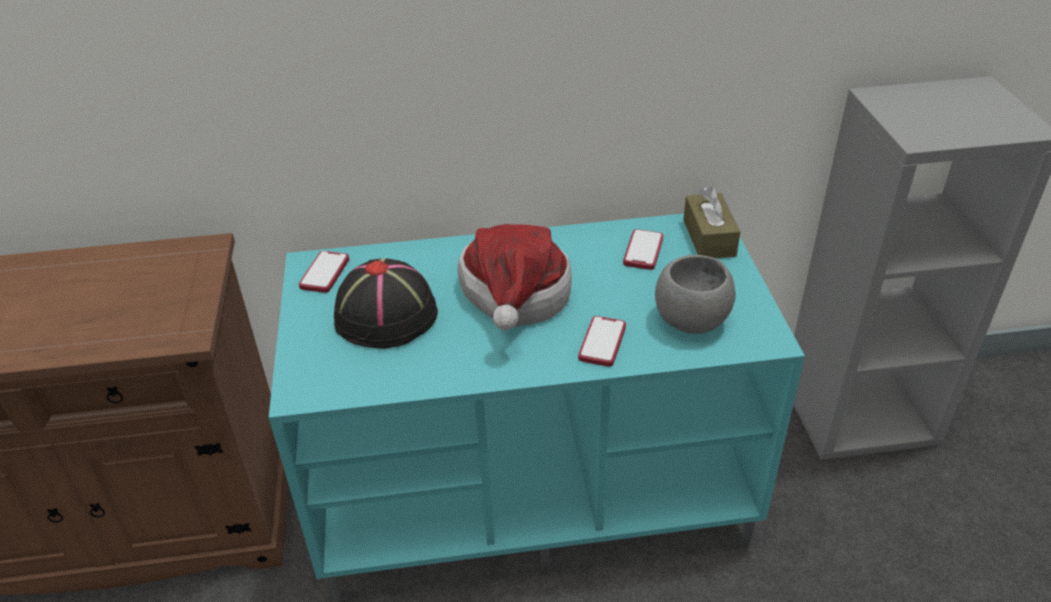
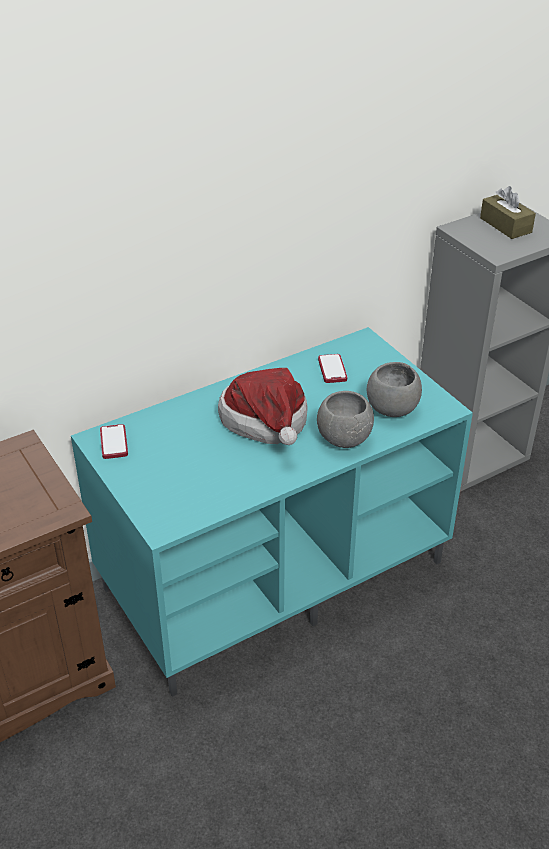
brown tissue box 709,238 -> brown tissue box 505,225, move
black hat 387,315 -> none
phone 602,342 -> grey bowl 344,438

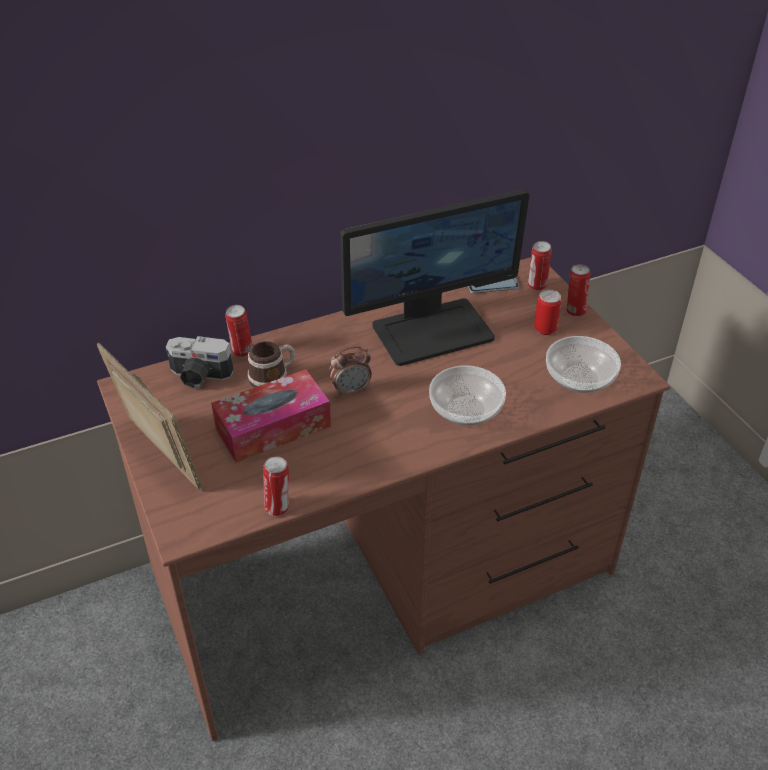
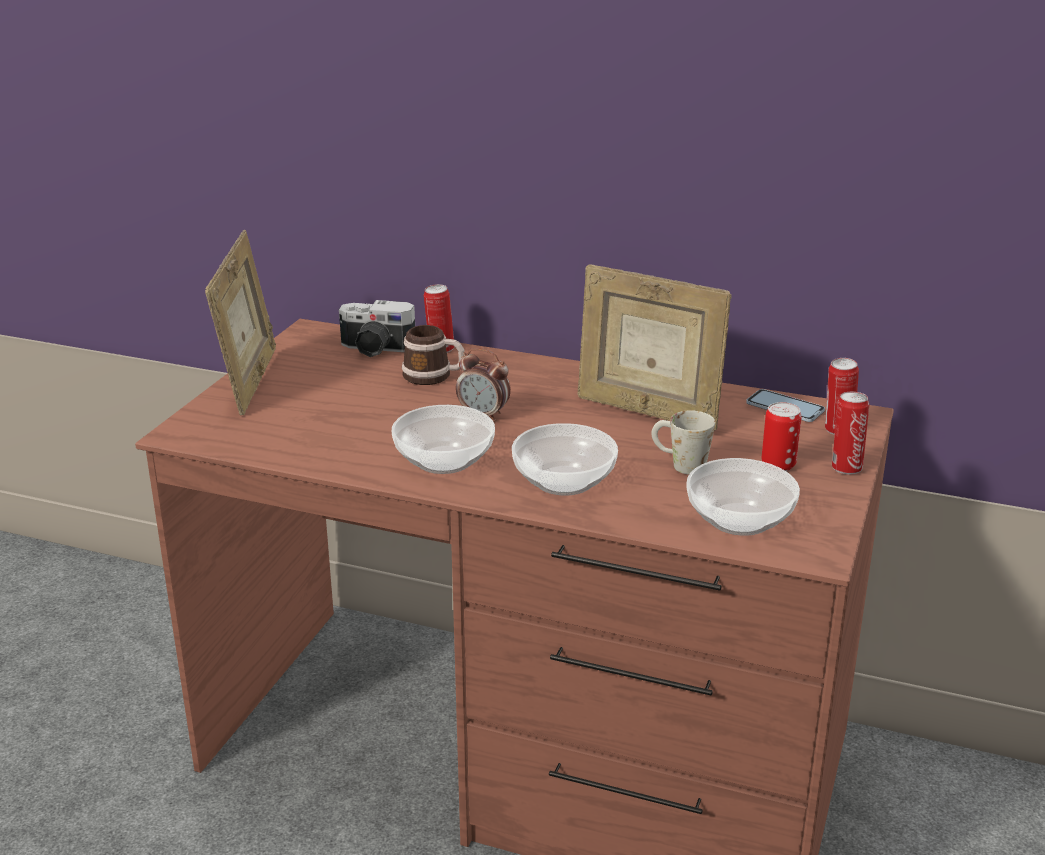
monitor 432,330 -> picture frame 647,412
photo camera 199,376 -> photo camera 375,349, 45 degrees counterclockwise
tissue box 273,427 -> none
can 278,507 -> none
none -> bowl 442,460
none -> white mug 679,464

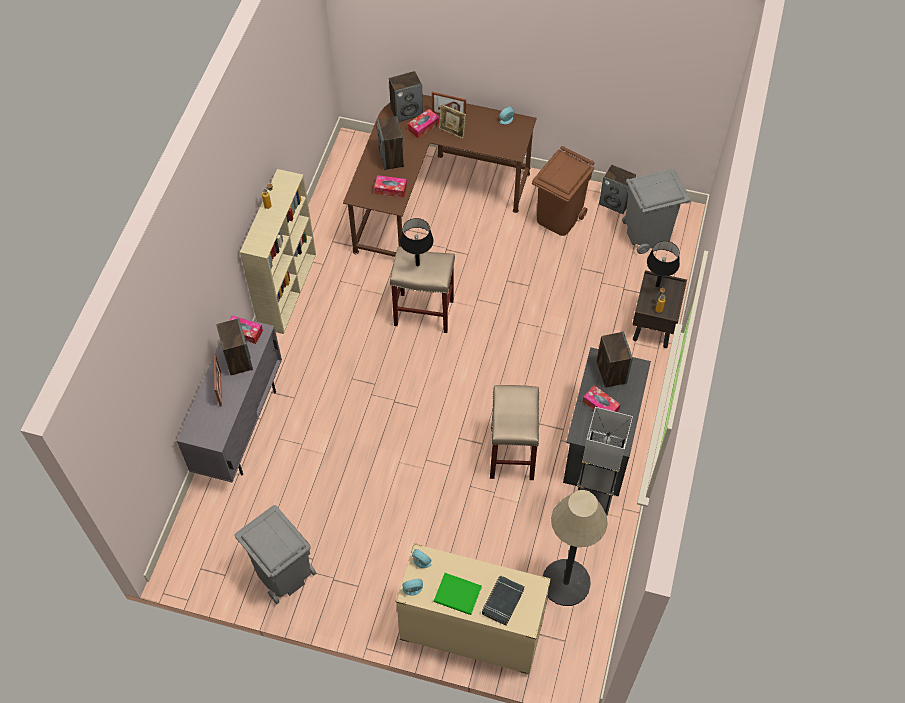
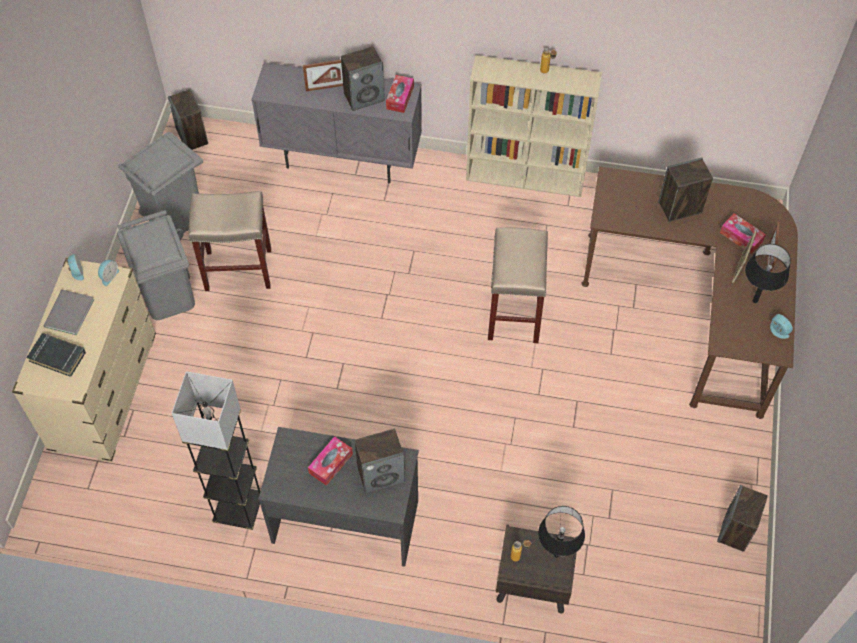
speaker 406,111 -> speaker 192,137, move
brown trash can 559,217 -> none
grey trash can 647,234 -> grey trash can 168,296, move
tissue box 390,189 -> none
black table lamp 417,264 -> black table lamp 754,301, move
beige stool 511,452 -> beige stool 239,269, move
floor lamp 565,582 -> none
green book 458,596 -> grey book 67,314

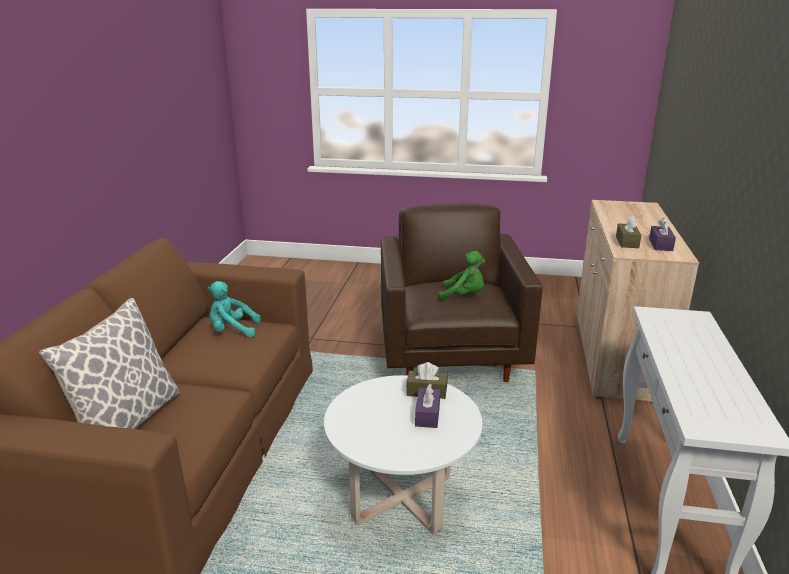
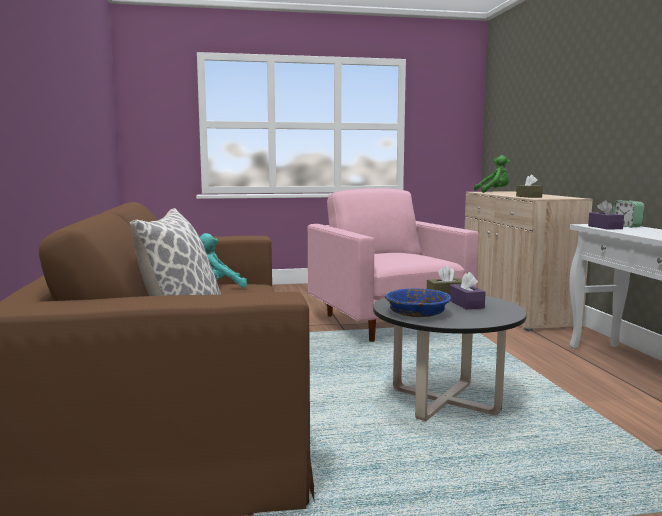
brown armchair 451,355 -> pink armchair 388,323
purple tissue box 660,245 -> purple tissue box 605,227, move
green plush toy 464,296 -> green plush toy 494,192, move
white coffee table 402,499 -> black coffee table 444,401
none -> alarm clock 626,226
none -> blue bowl 416,313

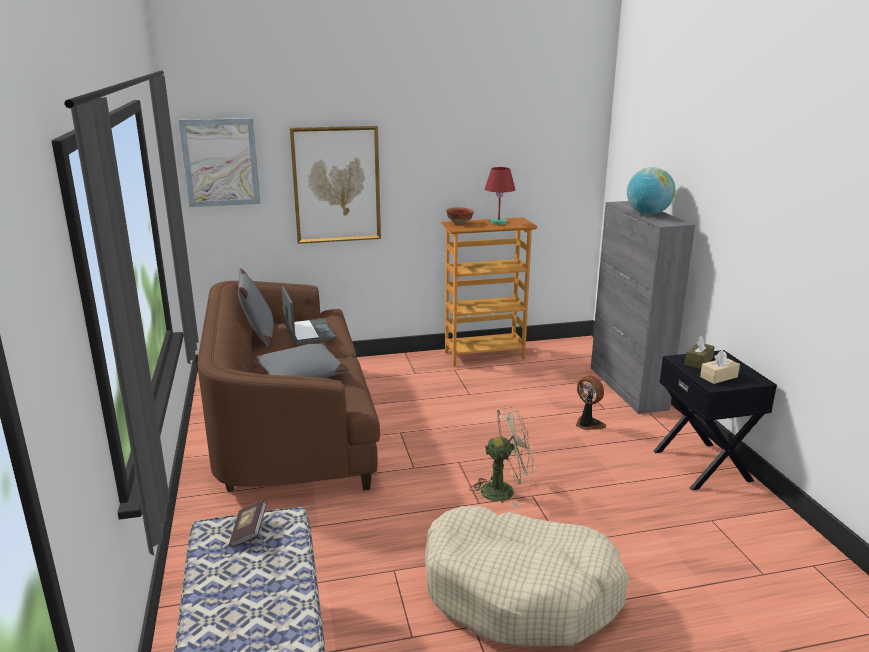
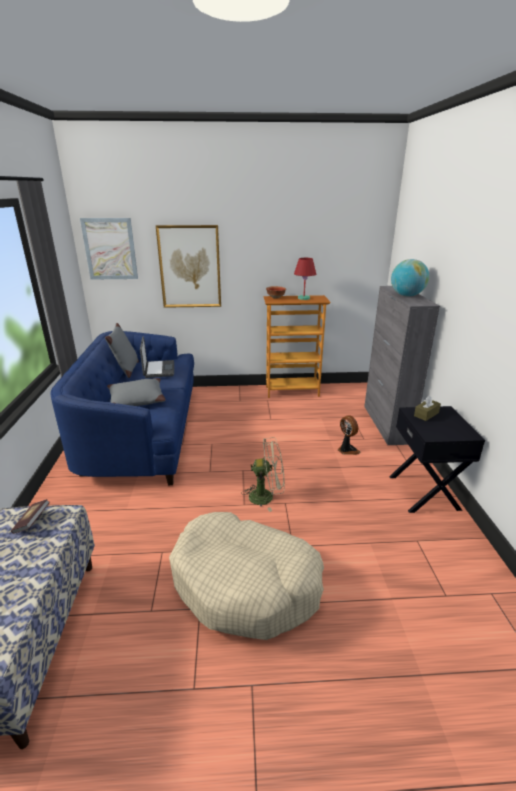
brown sofa 292,426 -> blue sofa 142,432
beige tissue box 718,377 -> none

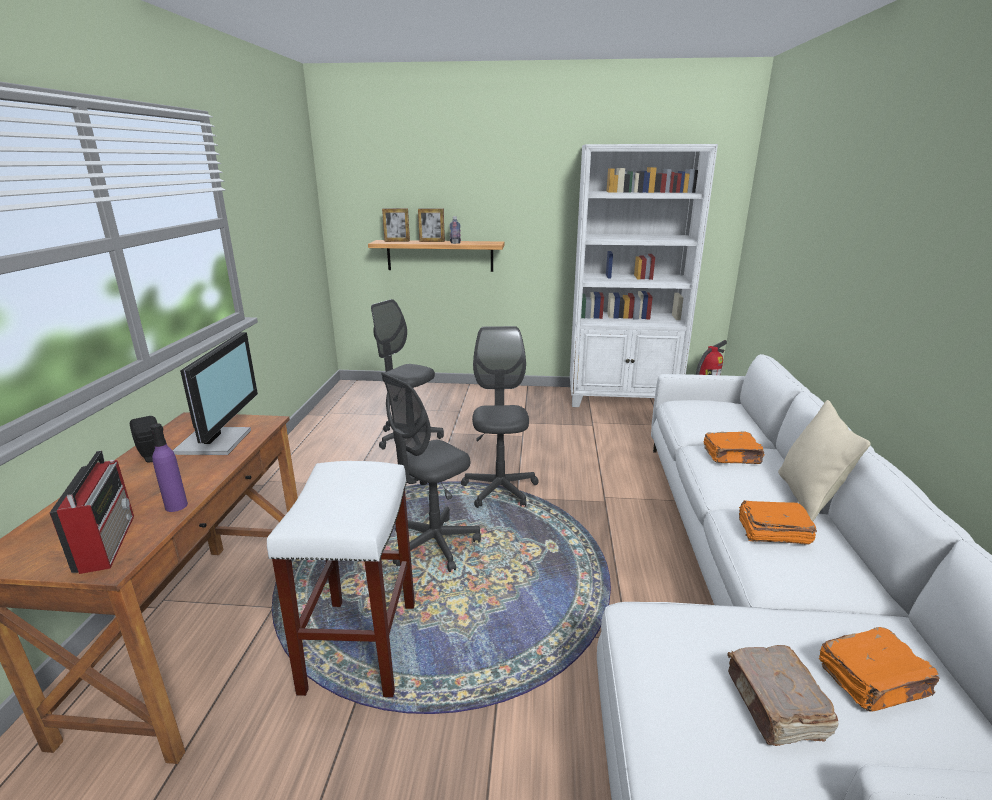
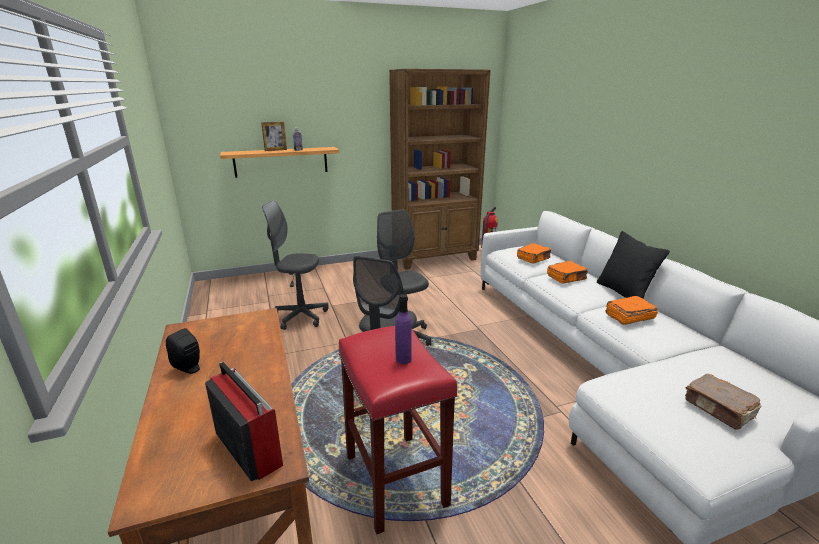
white bookcase 622,399 -> brown bookcase 435,258
picture frame 397,241 -> none
monitor 217,441 -> none
beige pillow 807,498 -> black pillow 624,294
purple bottle 176,506 -> purple bottle 403,359, move
white stool 361,647 -> red stool 396,481
orange book 873,681 -> orange book 533,259, move

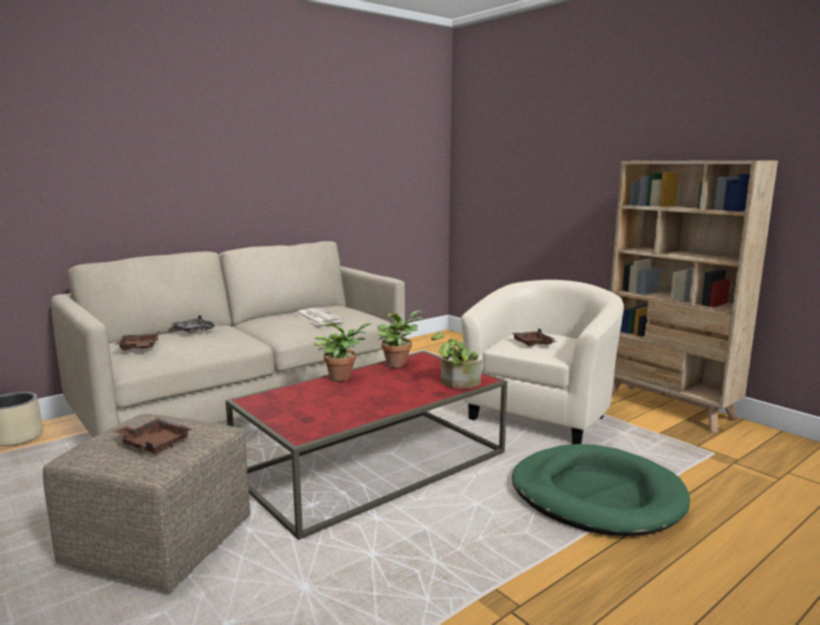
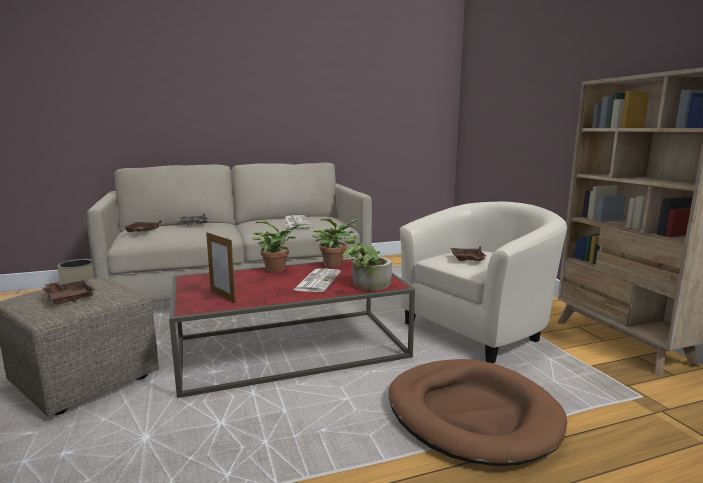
green dog bed 596,495 -> brown dog bed 471,414
none -> picture frame 222,296
none -> newspaper 317,281

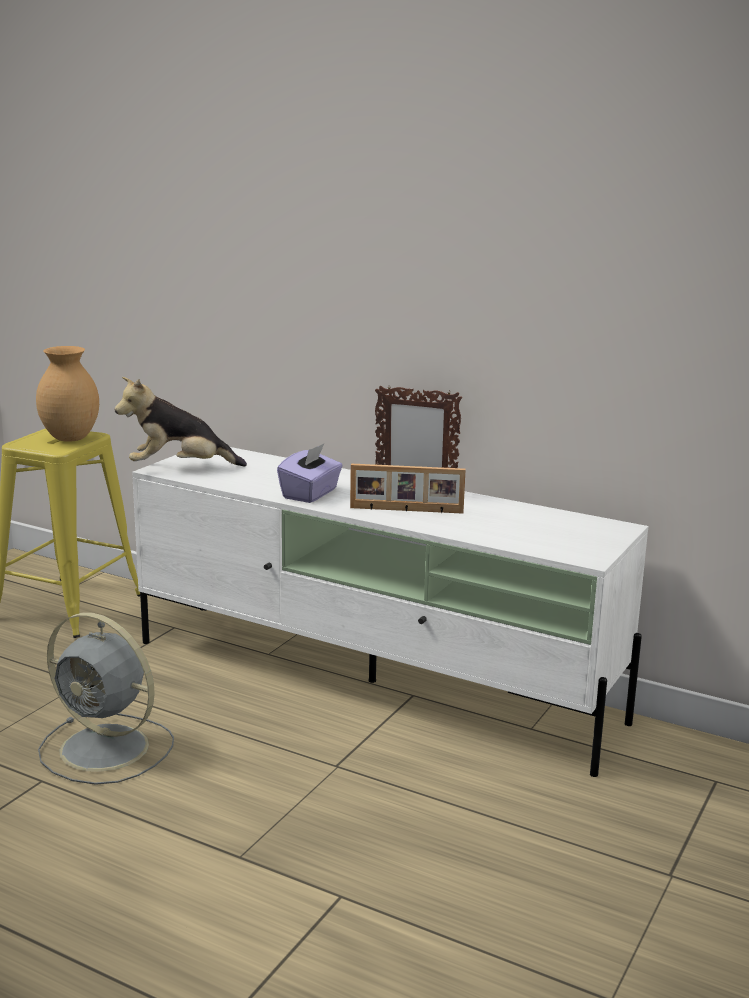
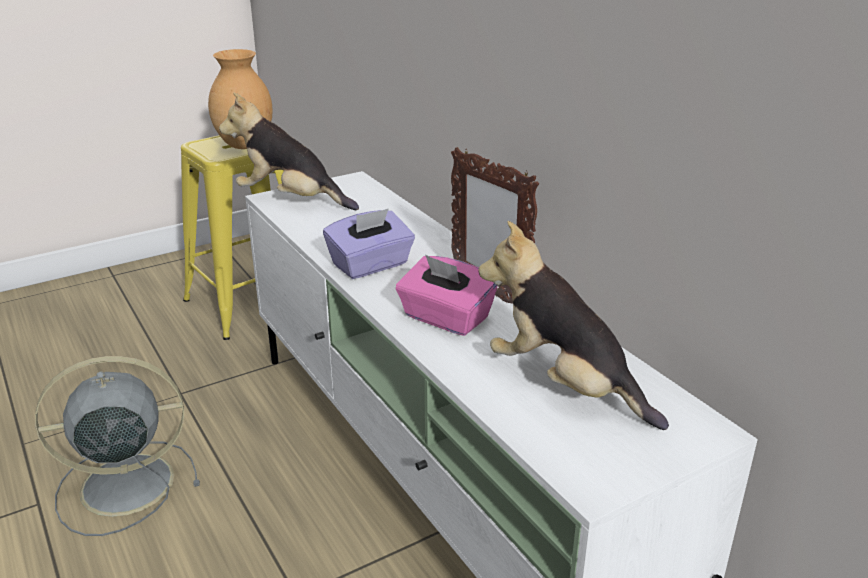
picture frame 406,510 -> pink tissue box 445,318
grey fan 108,749 -> grey fan 123,485, 105 degrees clockwise
none -> plush toy 564,386

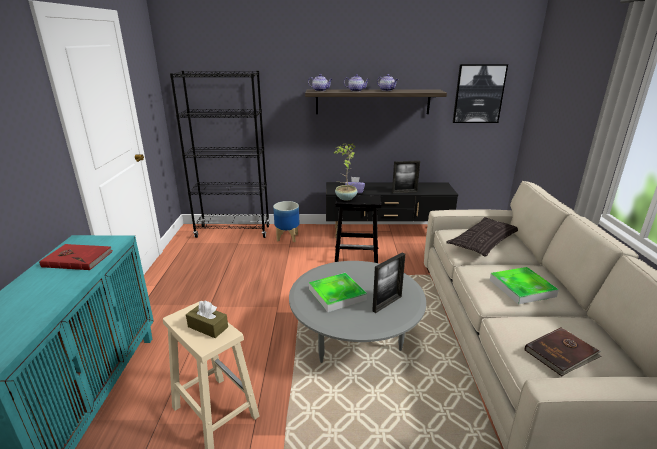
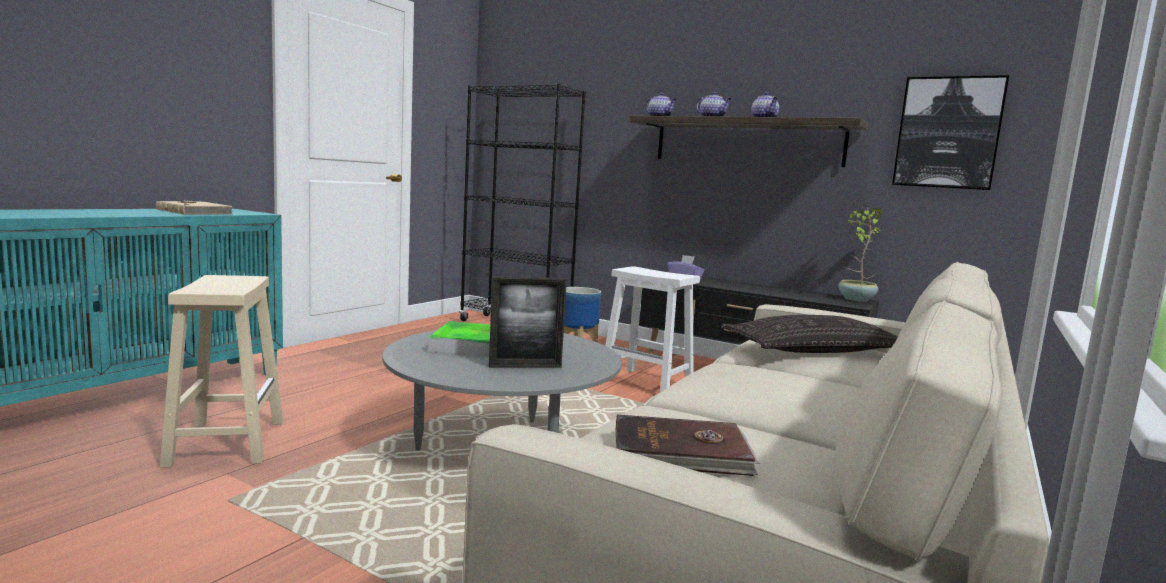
potted plant 345,198 -> potted plant 855,299, move
picture frame 404,192 -> none
black stool 357,258 -> white stool 648,383
red book 78,259 -> beige book 195,211
tray 521,288 -> none
brown tissue box 208,327 -> none

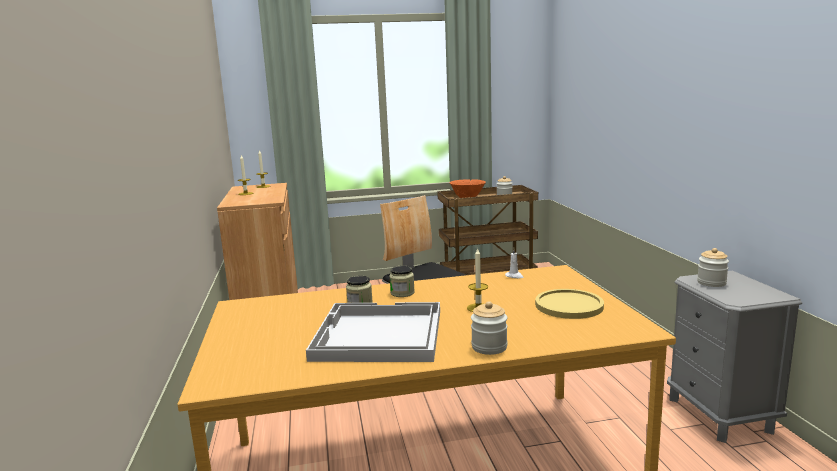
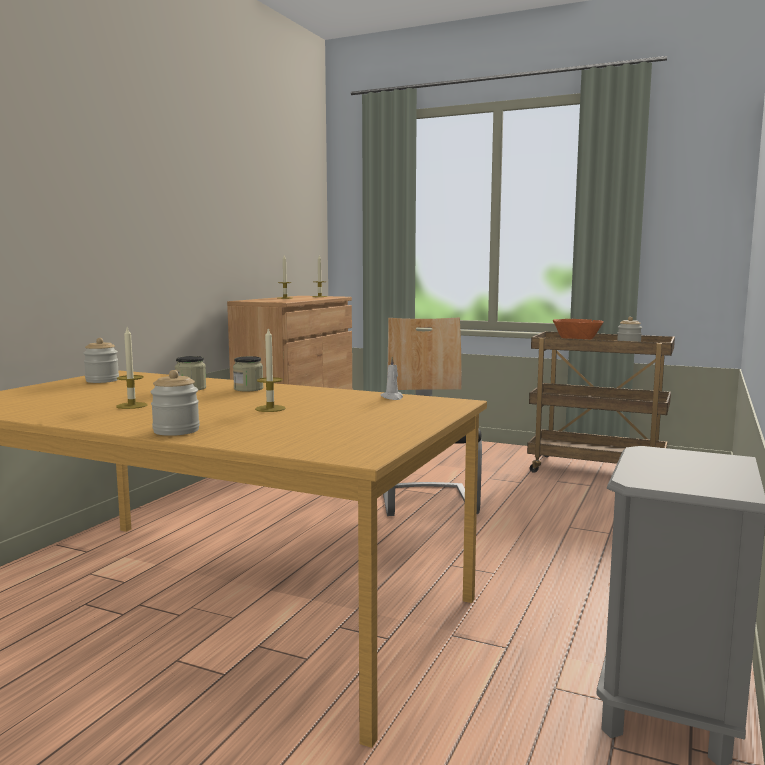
jar 711,283 -> jar 102,380, move
yellow plate 569,305 -> none
white tray 377,335 -> candle 132,405

